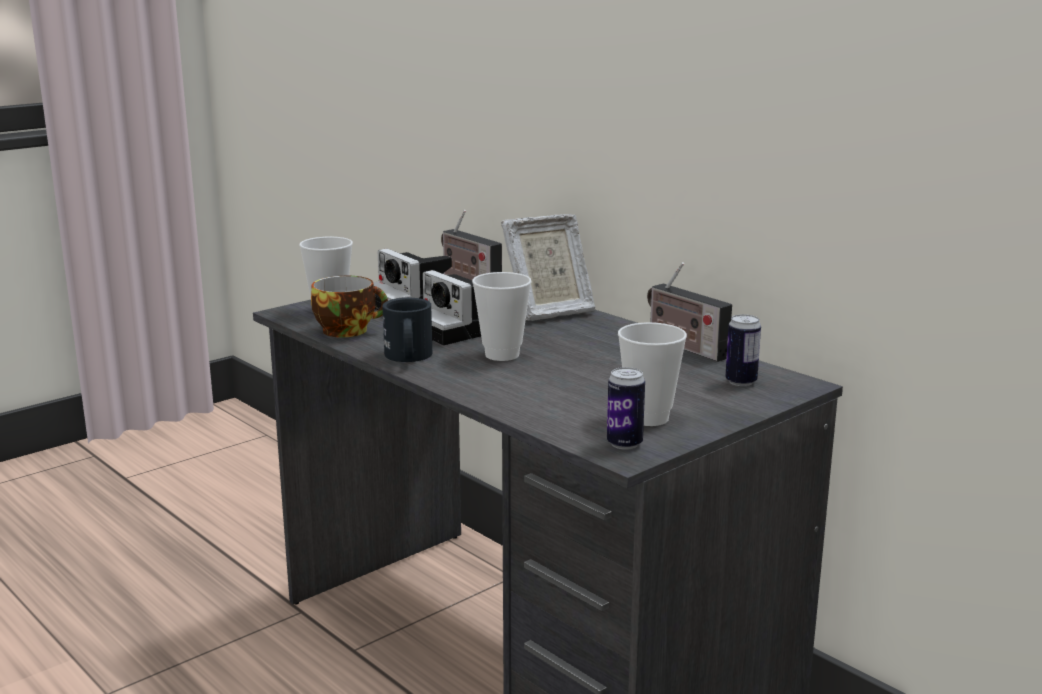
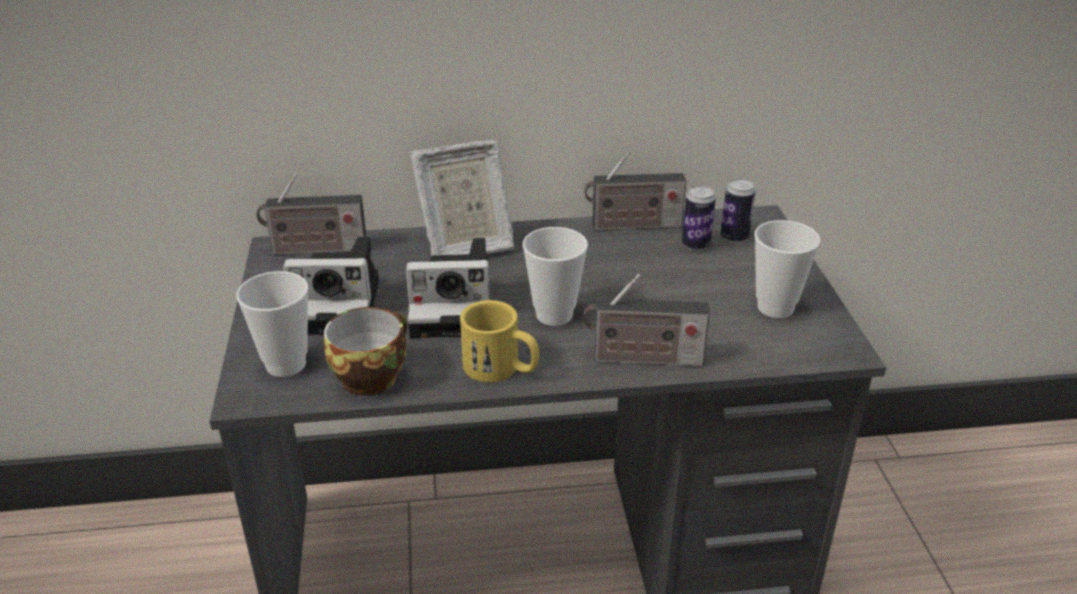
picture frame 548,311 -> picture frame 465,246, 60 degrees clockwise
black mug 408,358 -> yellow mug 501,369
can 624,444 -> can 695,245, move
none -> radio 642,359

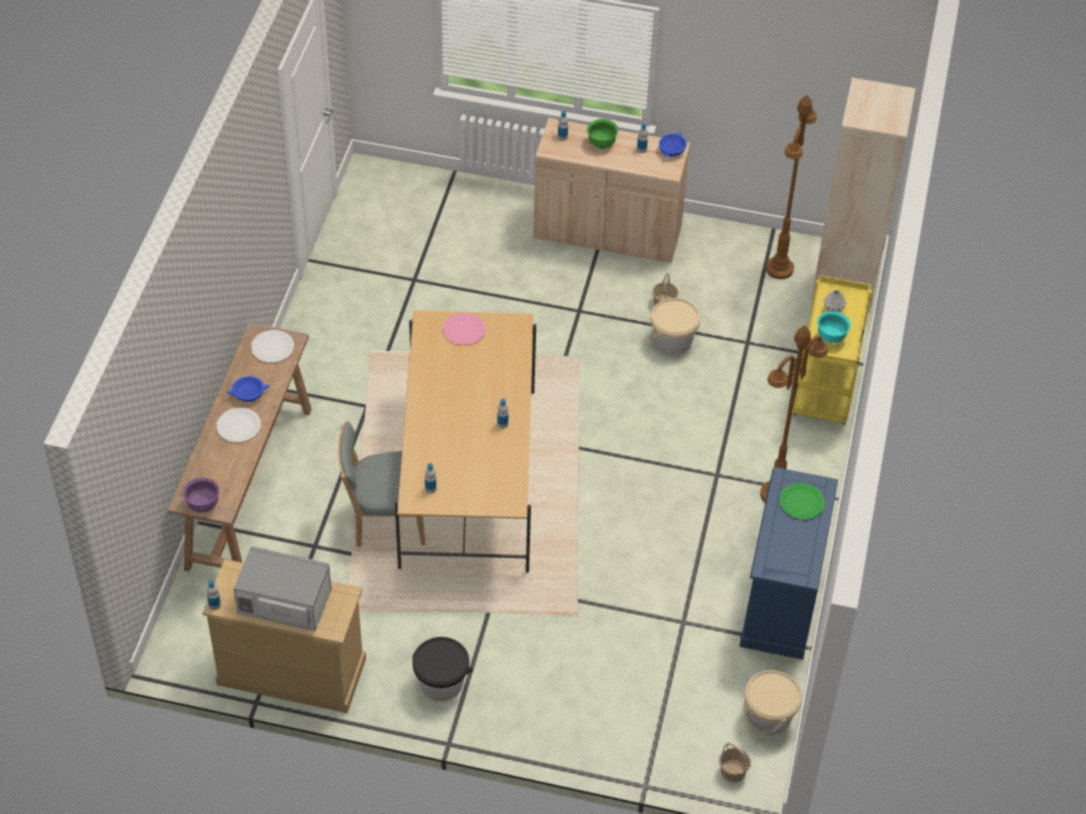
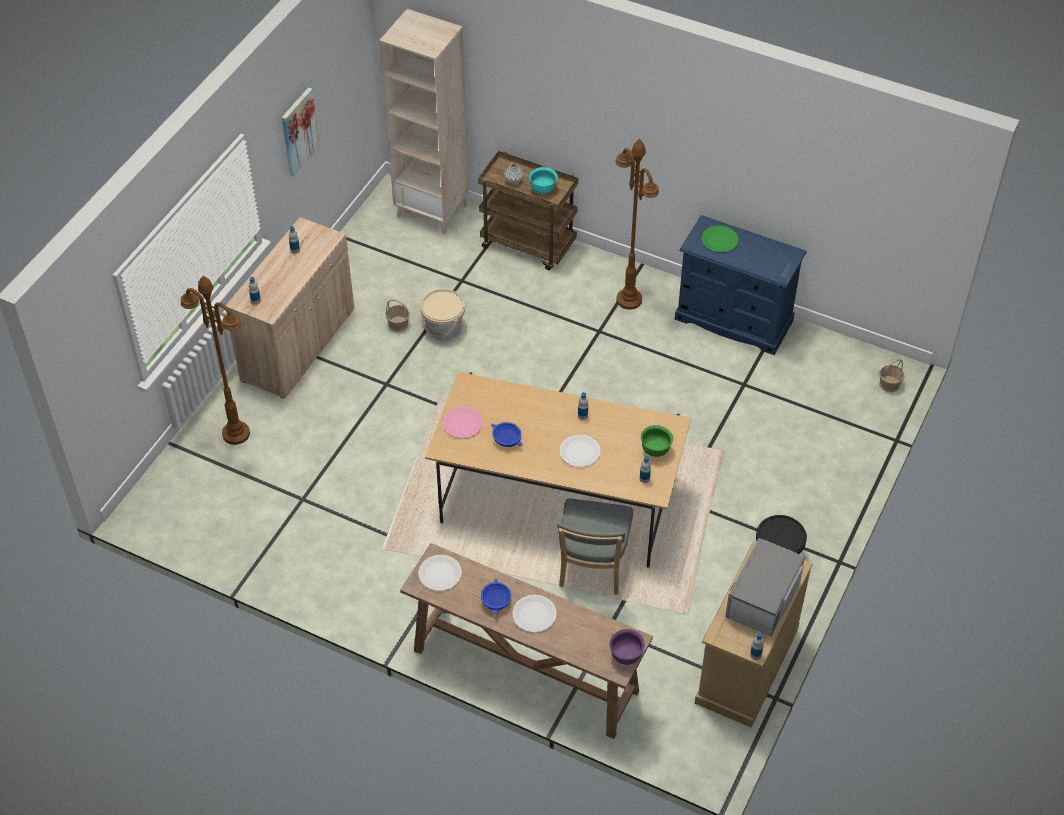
brown floor lamp 779,268 -> brown floor lamp 235,433, move
green bowl 601,144 -> green bowl 655,450, move
blue bowl 672,151 -> blue bowl 507,439, move
yellow cart 825,390 -> brown cart 529,245
beige bucket 769,717 -> none
none -> picture 299,131
none -> white plate 579,452

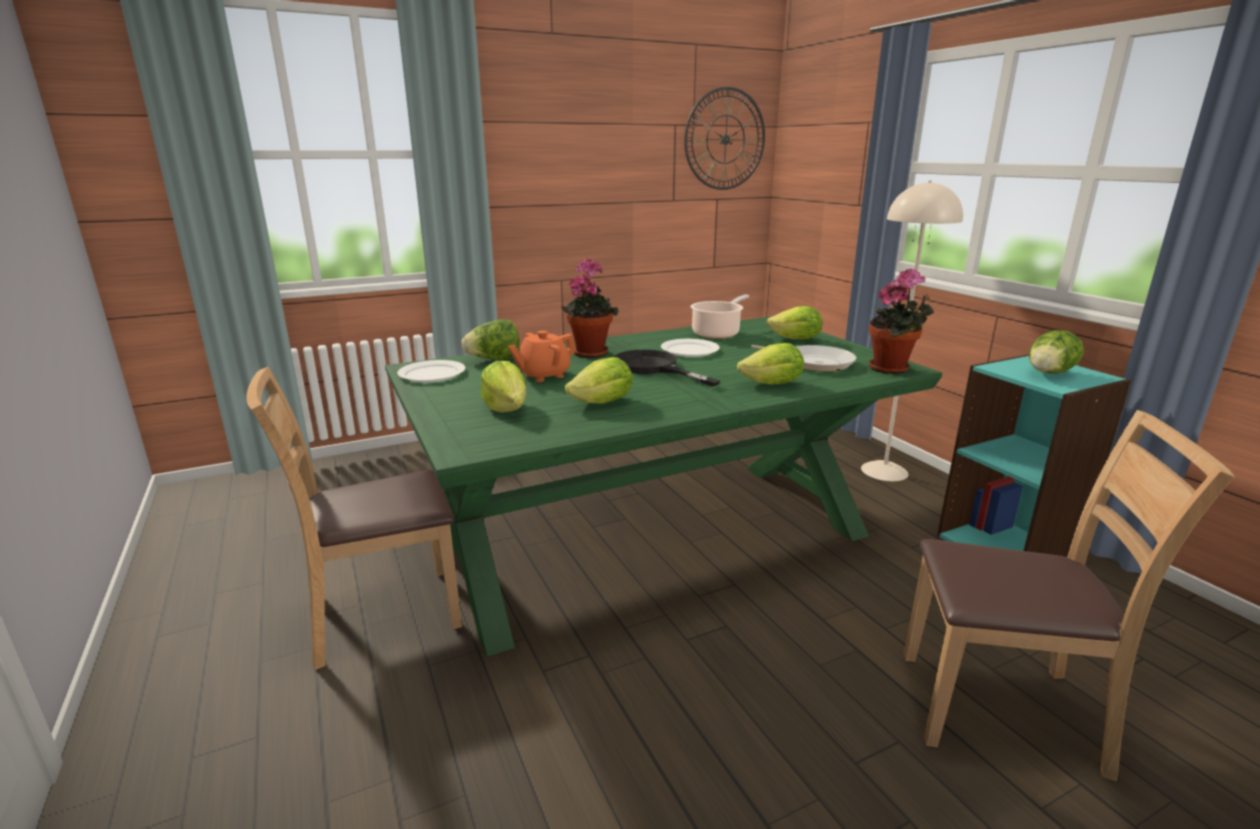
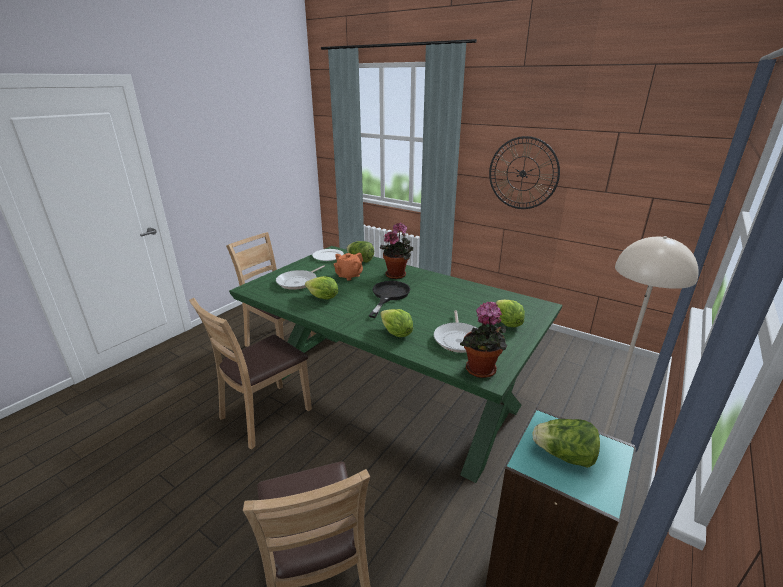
wall clock 725,139 -> wall clock 523,173, move
cooking pot 717,333 -> none
orange teapot 544,375 -> orange teapot 348,276, 75 degrees counterclockwise
white plate 689,350 -> none
lettuce 506,408 -> frying pan 299,282
none -> brown chair 265,415

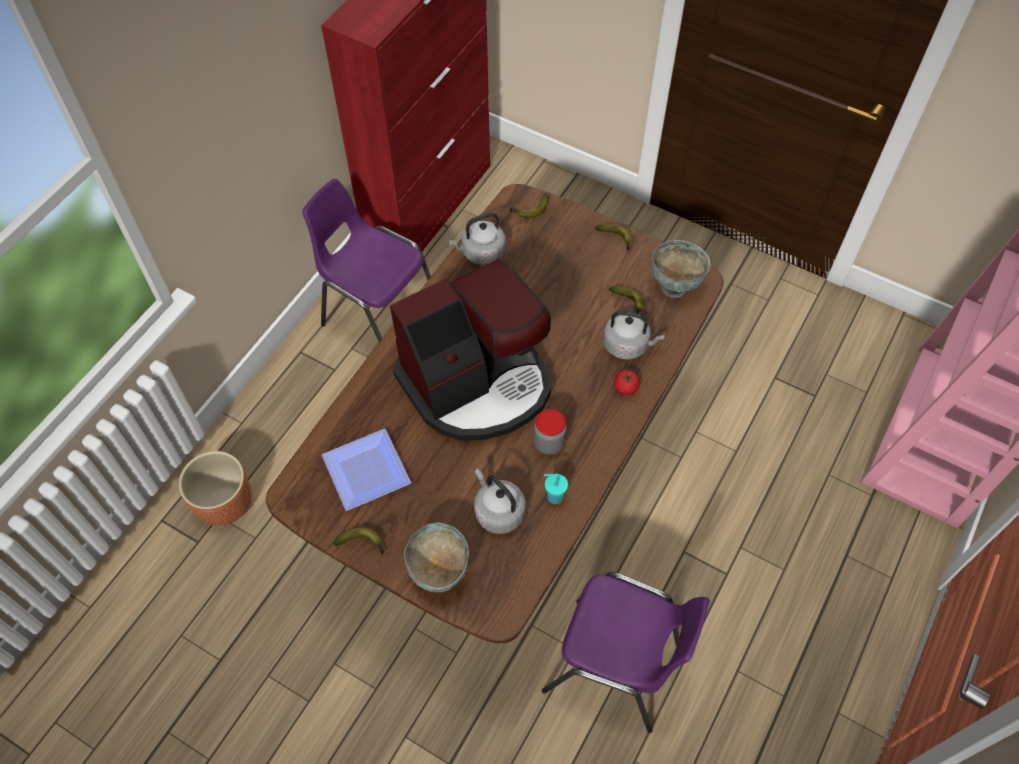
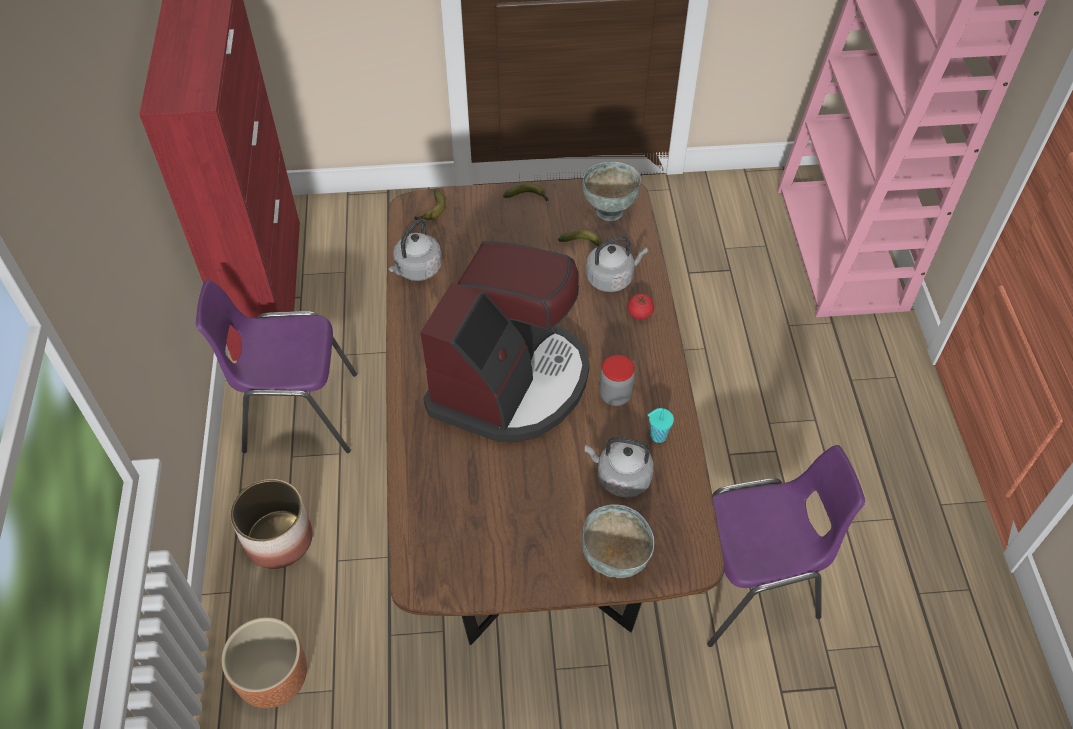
plate 363,470 -> none
banana 363,543 -> none
none -> planter 278,538

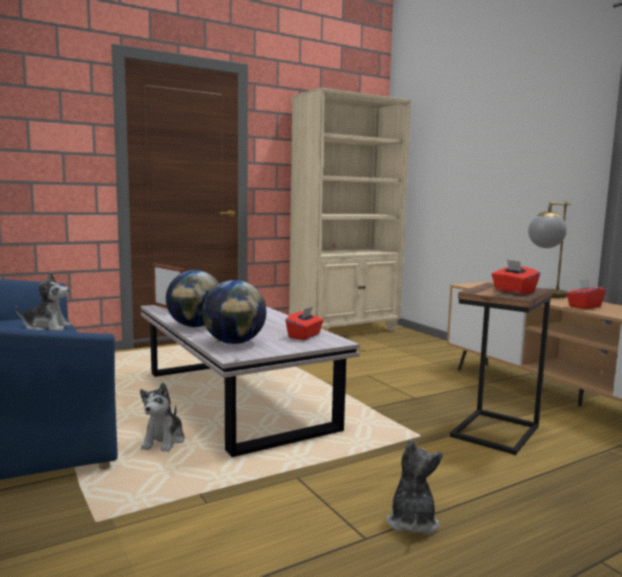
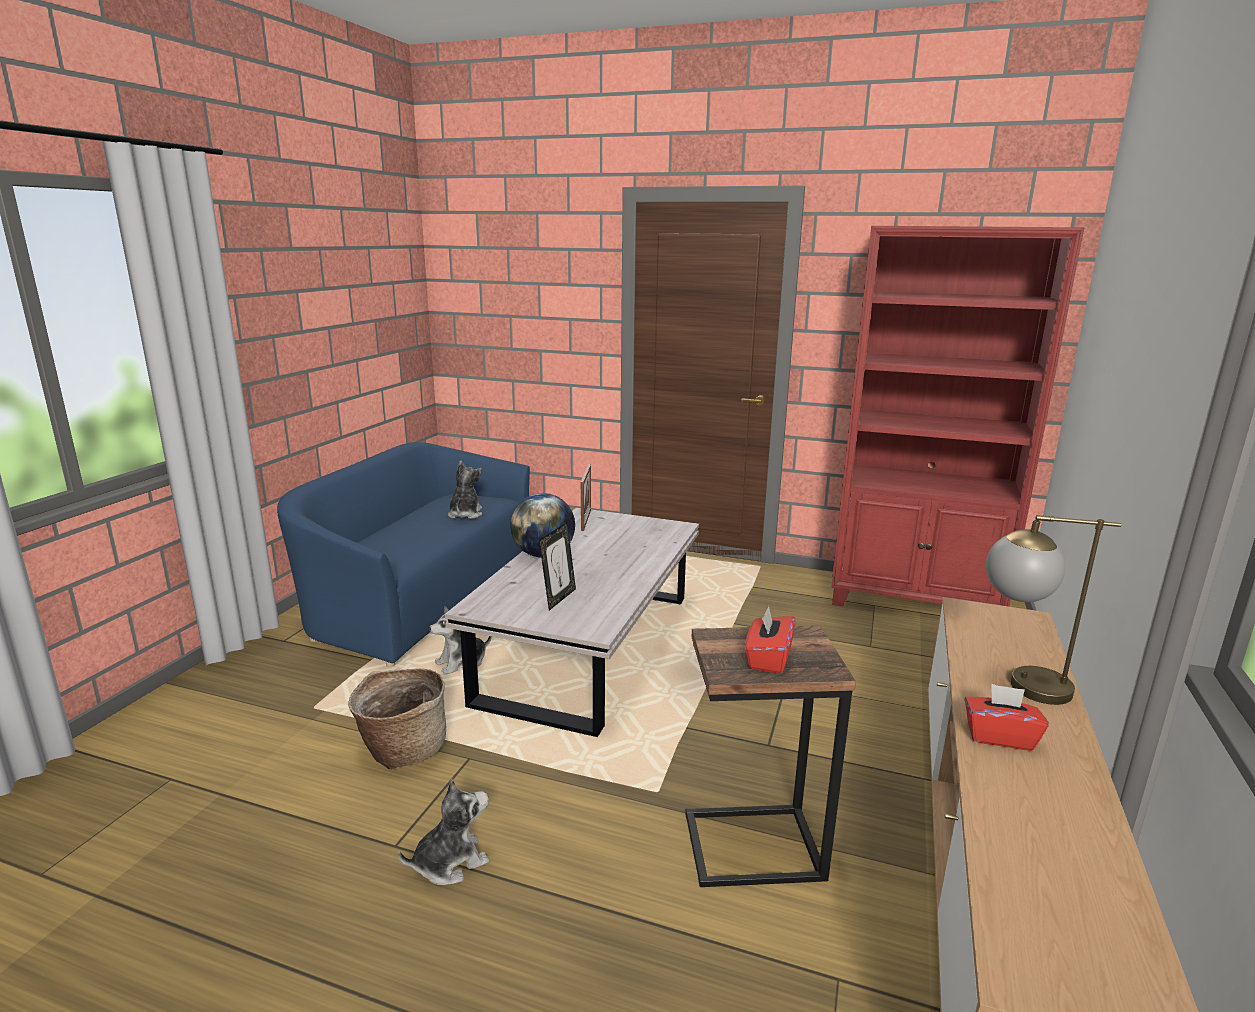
beige bookcase 345,331 -> red bookcase 915,602
plush toy 46,328 -> plush toy 465,514, 135 degrees counterclockwise
globe 234,342 -> none
red tissue box 304,336 -> none
none -> picture frame 558,598
none -> basket 402,749

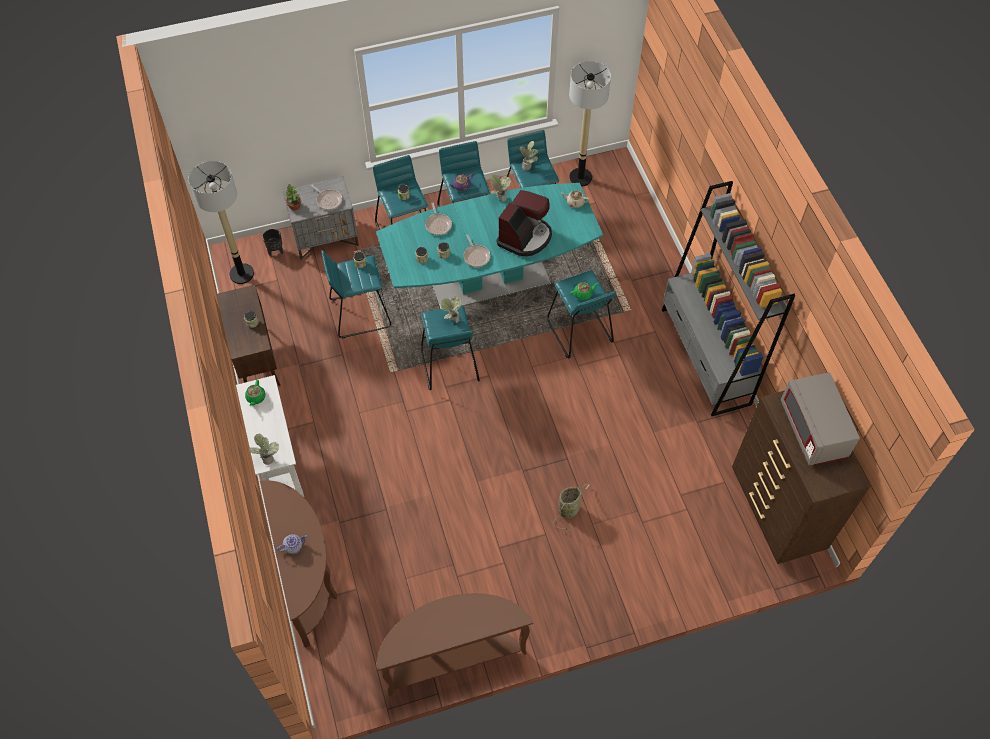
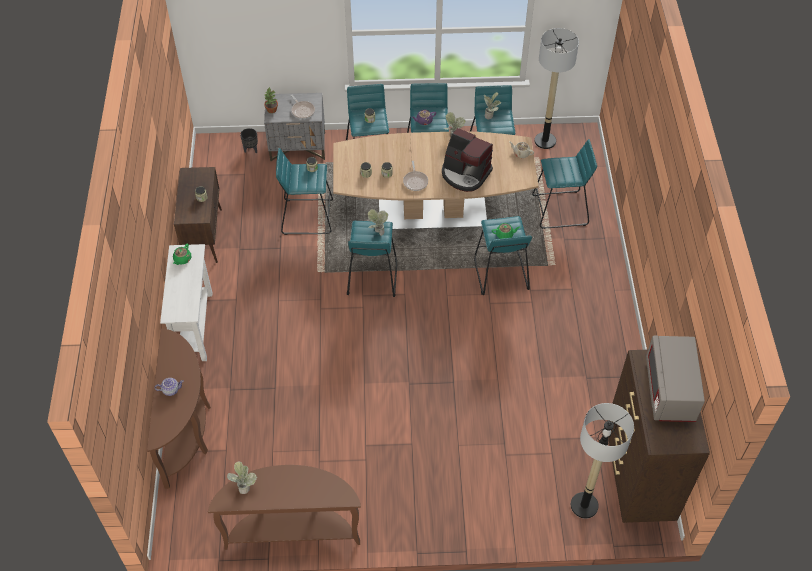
floor lamp 241,274 -> floor lamp 584,505, move
grey bookcase 705,356 -> none
turquoise dining table 490,280 -> brown dining table 433,212
coffee machine 525,237 -> coffee machine 465,174, 75 degrees clockwise
frying pan 438,224 -> none
potted plant 267,457 -> potted plant 244,486, move
basket 569,509 -> none
none -> turquoise stool 560,210

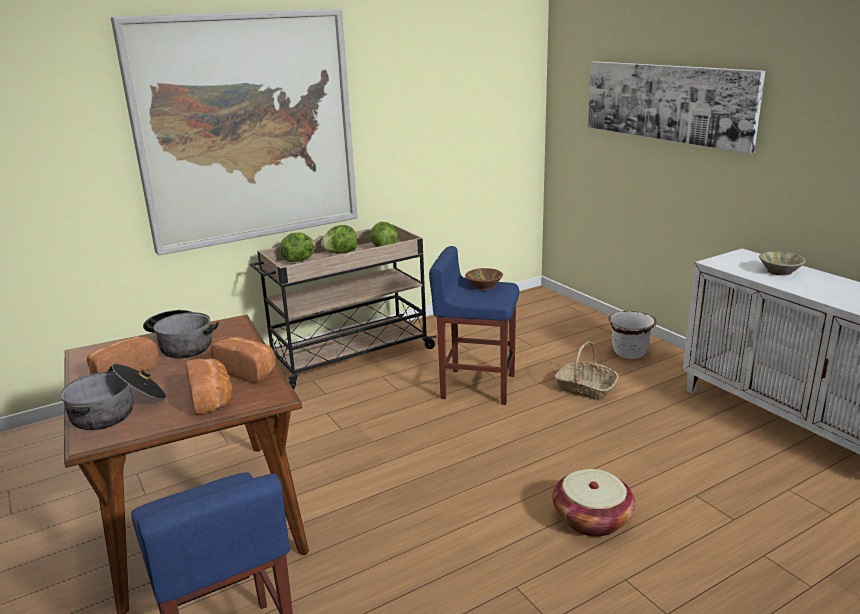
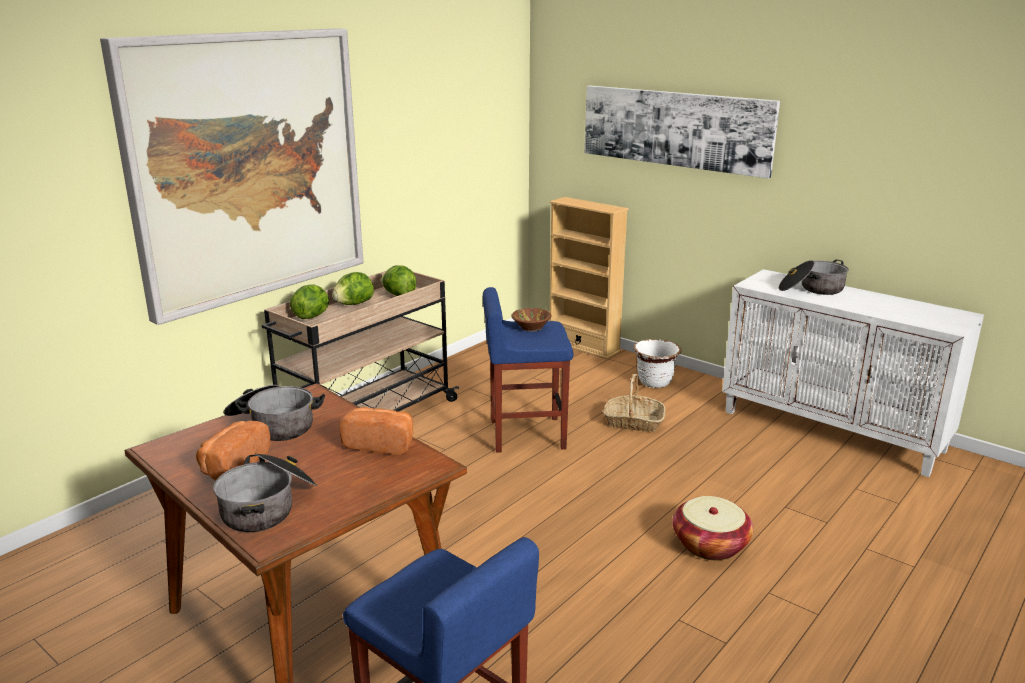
beige bowl 780,272 -> cooking pot 812,289
bread 212,399 -> none
none -> beige bookcase 583,346

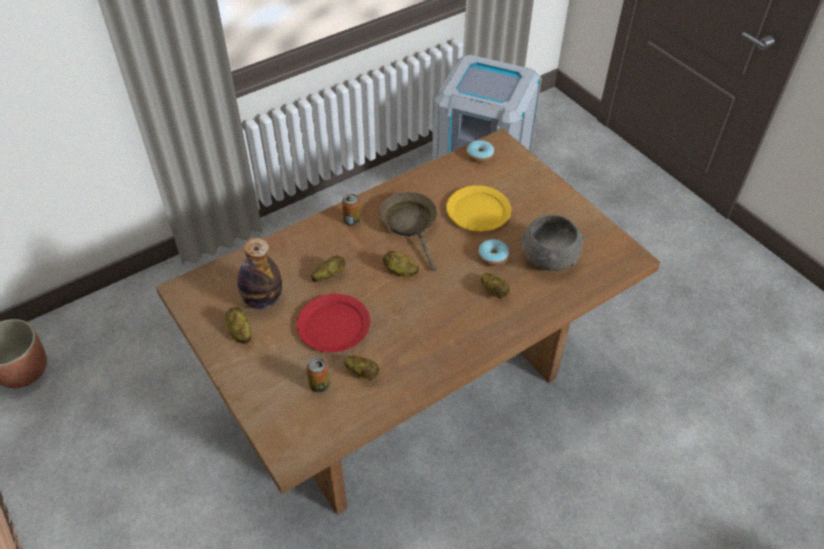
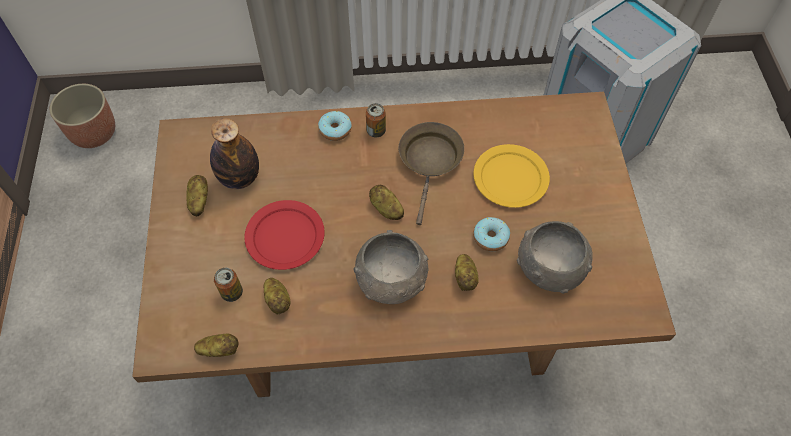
donut 479,155 -> donut 335,130, move
potato 328,275 -> potato 219,349, move
none -> grey bowl 391,281

